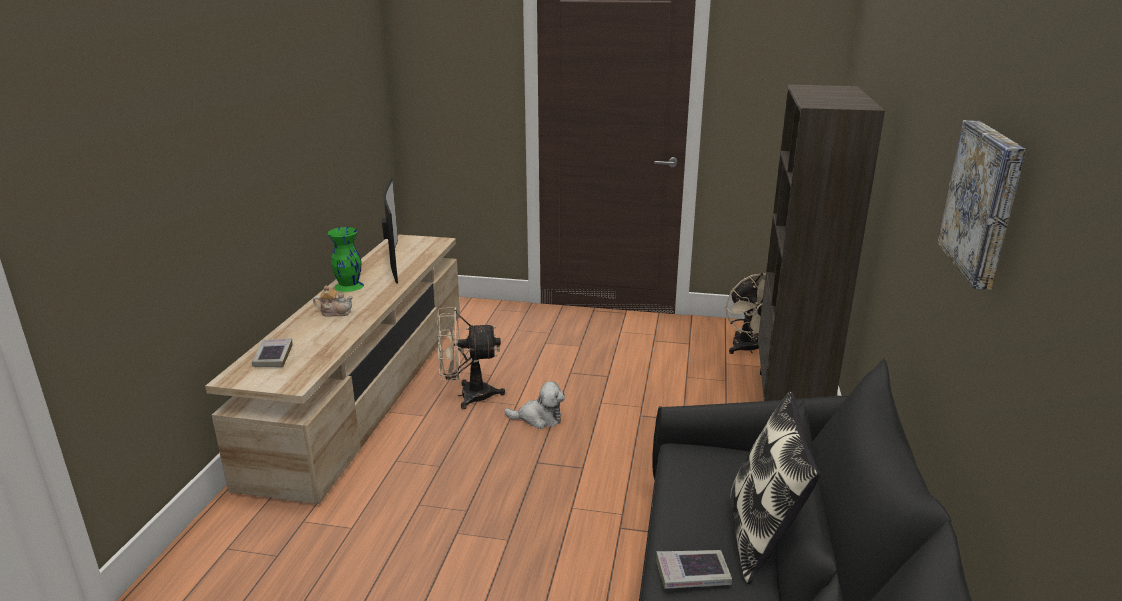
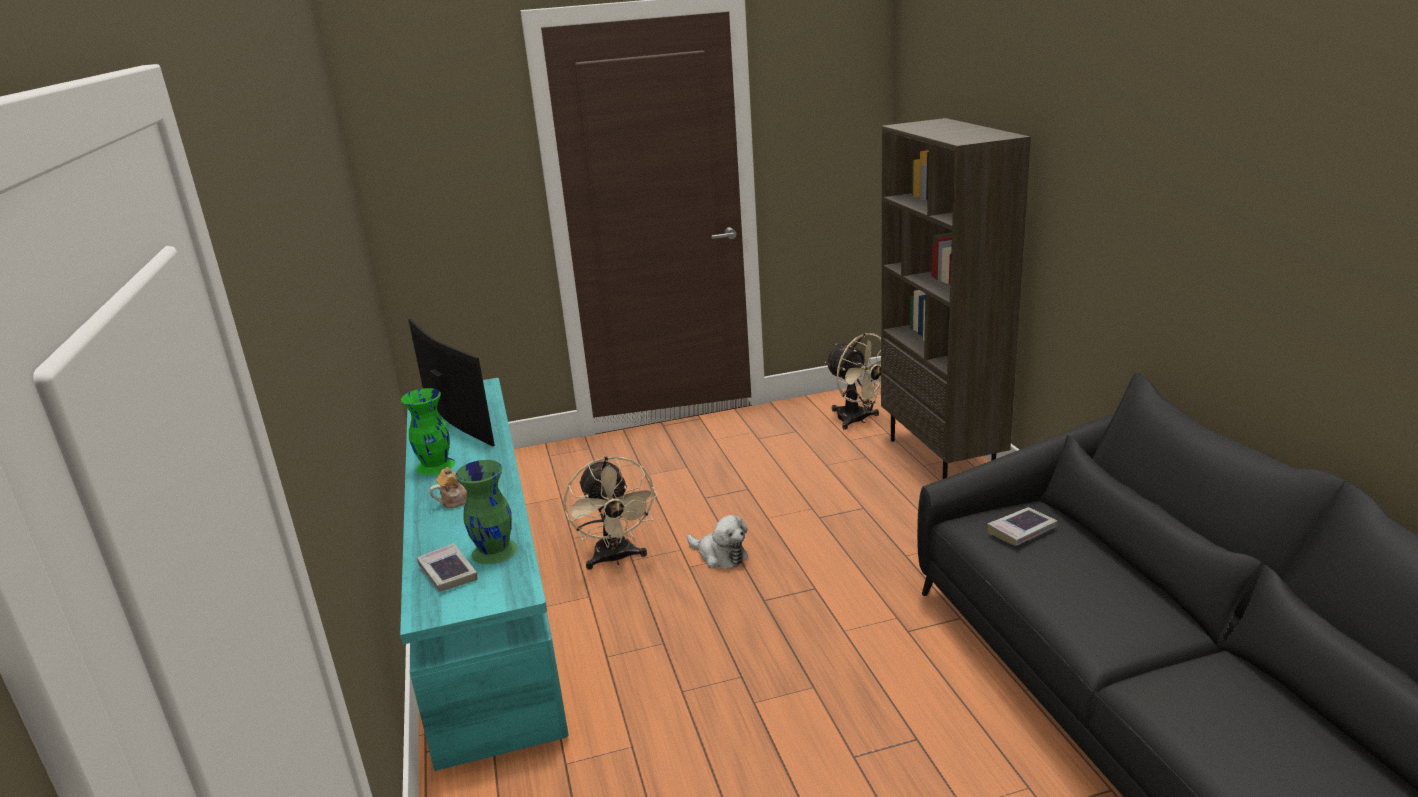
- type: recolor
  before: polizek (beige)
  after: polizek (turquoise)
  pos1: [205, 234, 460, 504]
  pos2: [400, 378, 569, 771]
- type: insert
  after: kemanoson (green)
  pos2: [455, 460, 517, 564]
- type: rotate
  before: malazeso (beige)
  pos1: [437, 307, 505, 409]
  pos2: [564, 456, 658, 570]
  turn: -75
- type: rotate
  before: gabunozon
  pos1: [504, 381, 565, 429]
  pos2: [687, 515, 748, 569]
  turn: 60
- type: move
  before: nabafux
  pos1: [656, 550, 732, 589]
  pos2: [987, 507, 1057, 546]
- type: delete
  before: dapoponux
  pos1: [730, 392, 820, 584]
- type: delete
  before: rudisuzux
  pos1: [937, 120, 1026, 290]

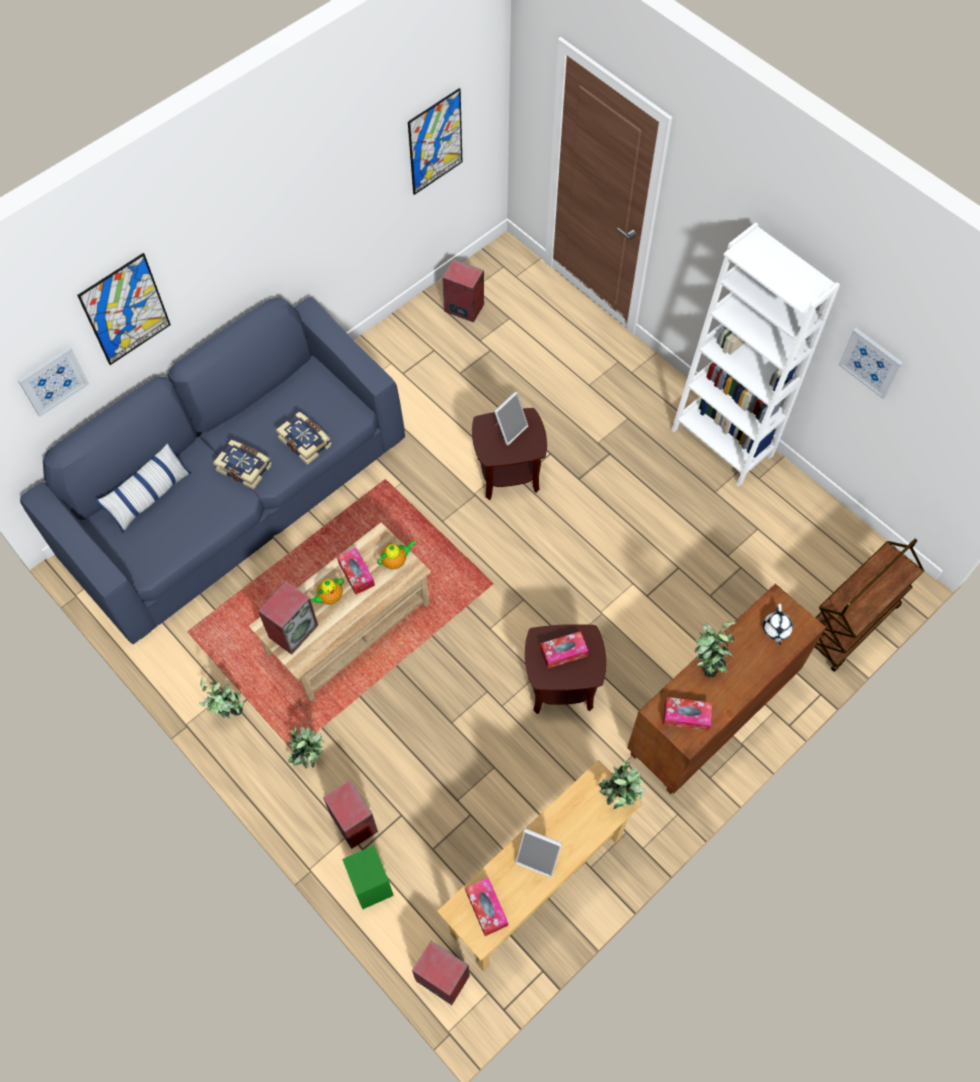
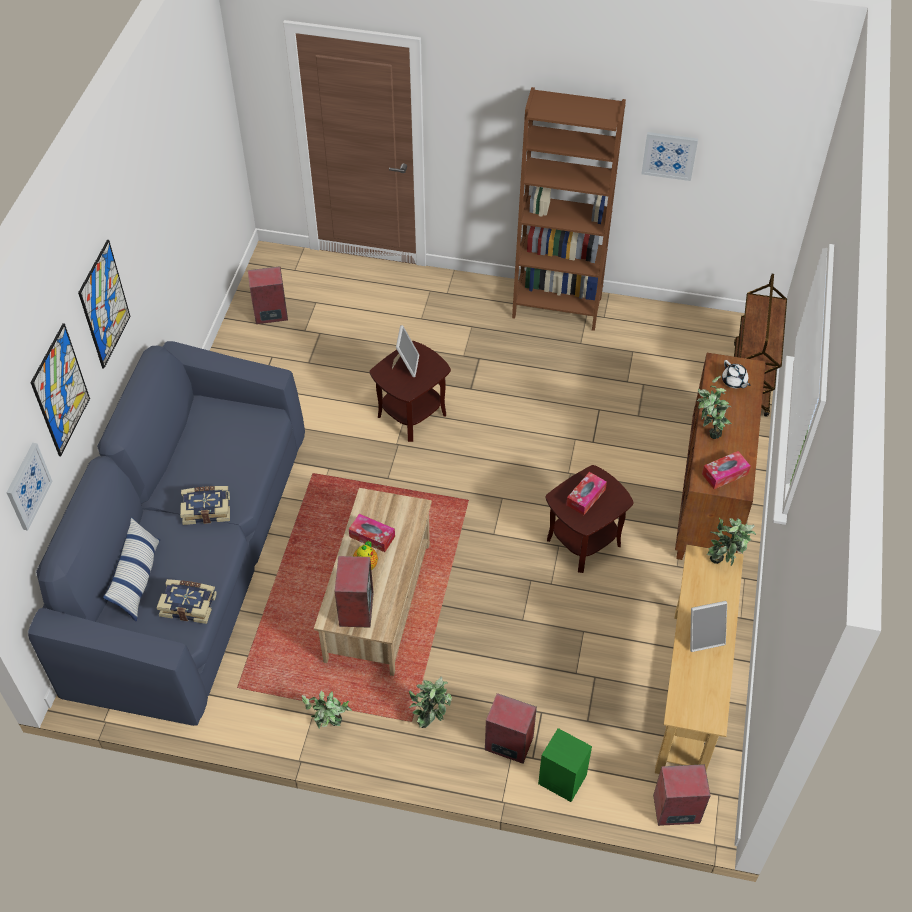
- type: move
  before: rudisuzux
  pos1: [408, 88, 462, 195]
  pos2: [78, 240, 130, 369]
- type: move
  before: nabafux
  pos1: [276, 412, 331, 465]
  pos2: [156, 579, 216, 624]
- type: recolor
  before: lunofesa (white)
  after: lunofesa (brown)
  pos1: [671, 222, 840, 487]
  pos2: [512, 87, 626, 331]
- type: delete
  before: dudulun
  pos1: [377, 540, 416, 569]
- type: delete
  before: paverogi
  pos1: [465, 877, 508, 936]

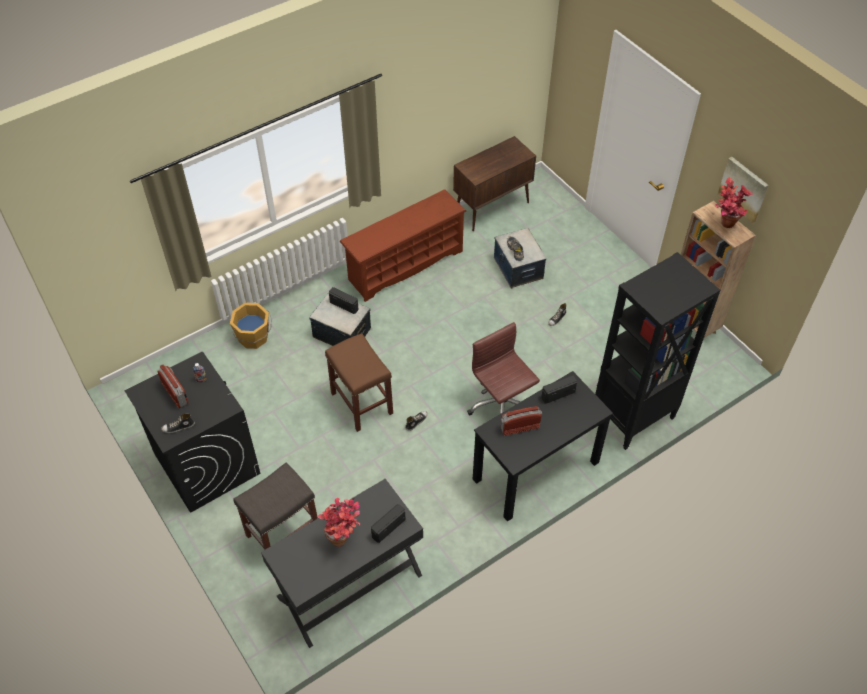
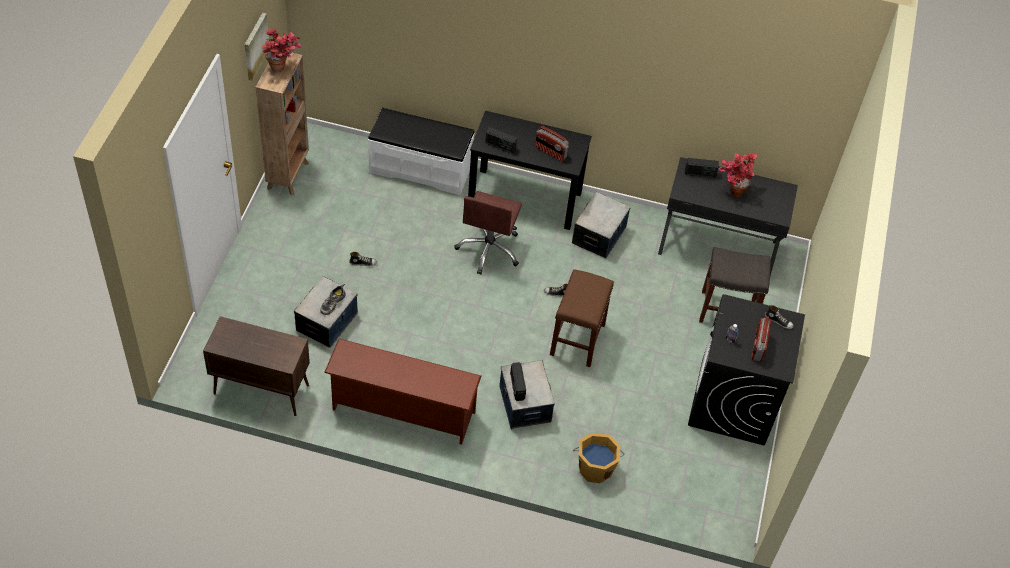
- type: replace
  before: lunofesa (black)
  after: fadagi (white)
  pos1: [595, 252, 720, 450]
  pos2: [368, 108, 475, 195]
- type: insert
  after: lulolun
  pos2: [572, 192, 631, 258]

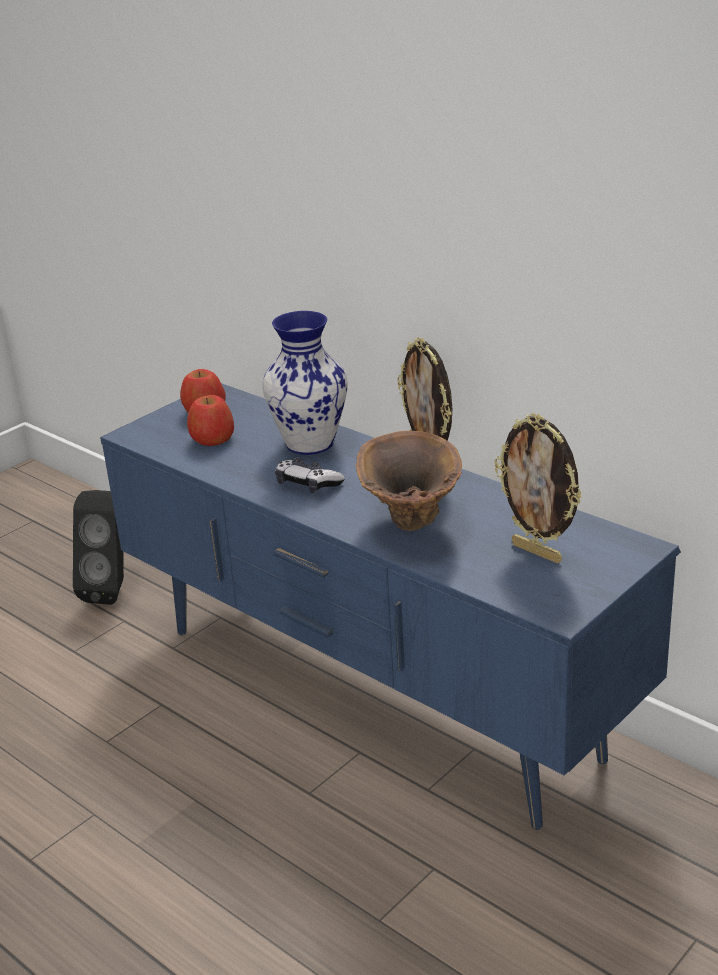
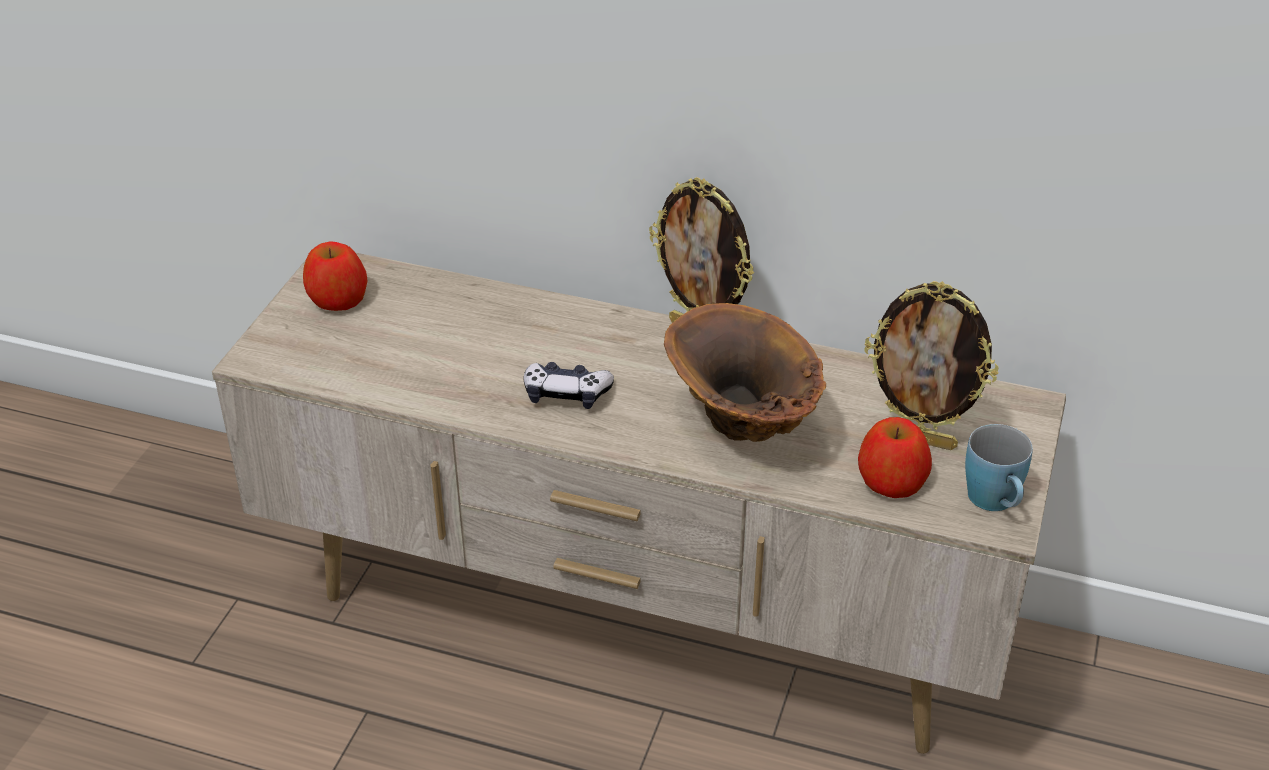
- type: recolor
  before: polizek (blue)
  after: polizek (beige)
  pos1: [100, 383, 681, 830]
  pos2: [212, 253, 1066, 754]
- type: move
  before: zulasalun
  pos1: [187, 395, 234, 446]
  pos2: [858, 417, 932, 498]
- type: insert
  after: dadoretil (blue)
  pos2: [965, 424, 1033, 511]
- type: delete
  before: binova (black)
  pos1: [73, 490, 124, 605]
- type: delete
  before: kemanoson
  pos1: [262, 311, 347, 455]

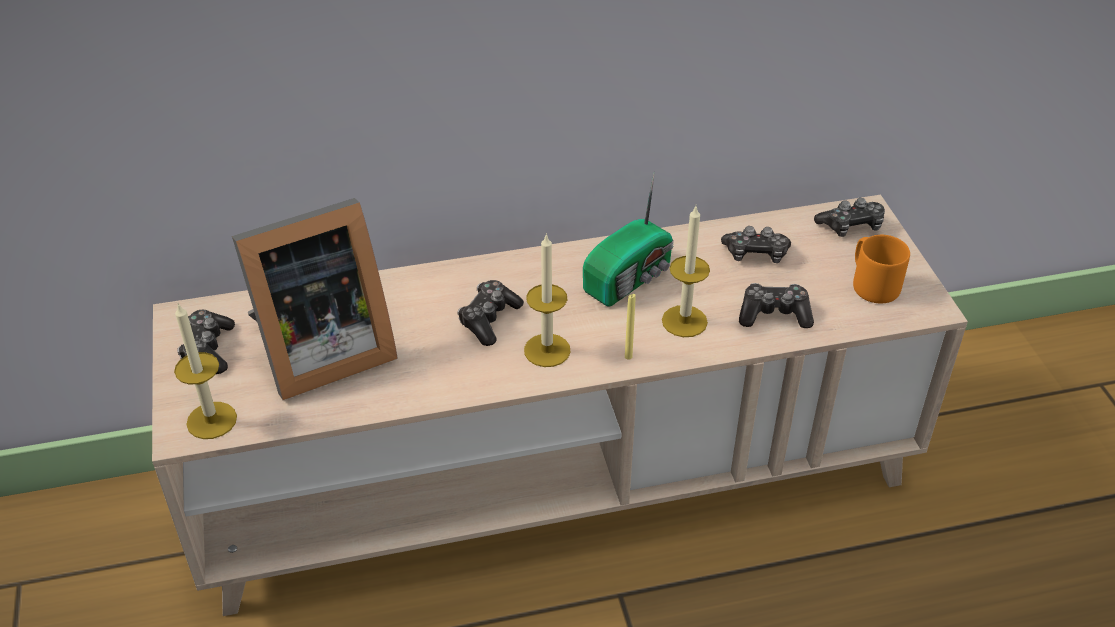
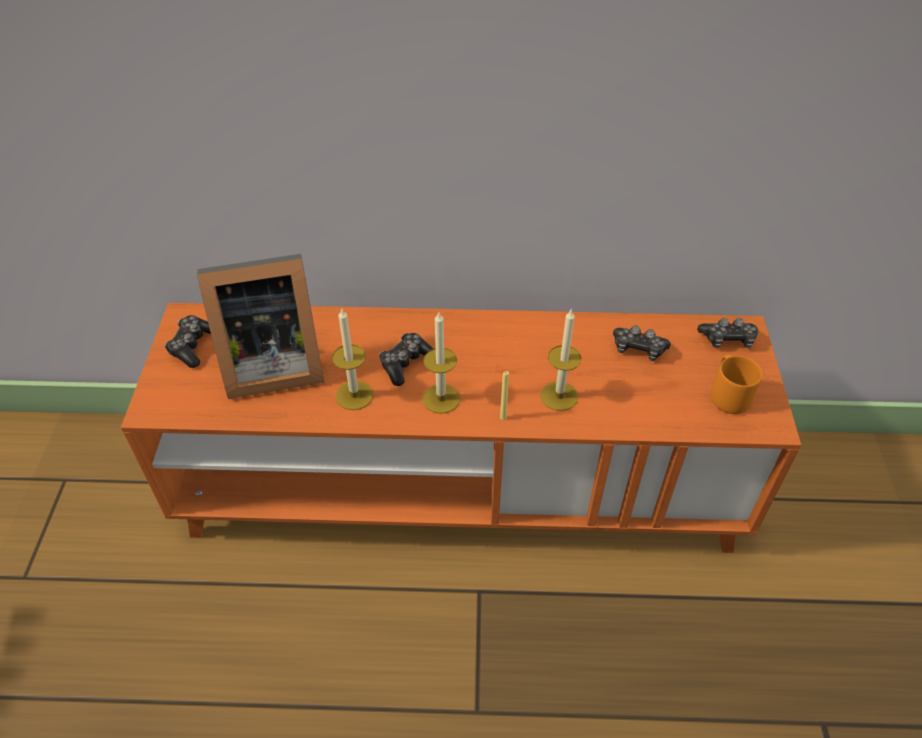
- type: recolor
  before: polizek (beige)
  after: polizek (orange)
  pos1: [152, 195, 968, 616]
  pos2: [121, 303, 801, 553]
- type: move
  before: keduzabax
  pos1: [174, 303, 237, 439]
  pos2: [332, 309, 373, 410]
- type: delete
  before: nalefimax
  pos1: [583, 172, 674, 307]
- type: delete
  before: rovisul
  pos1: [739, 283, 814, 328]

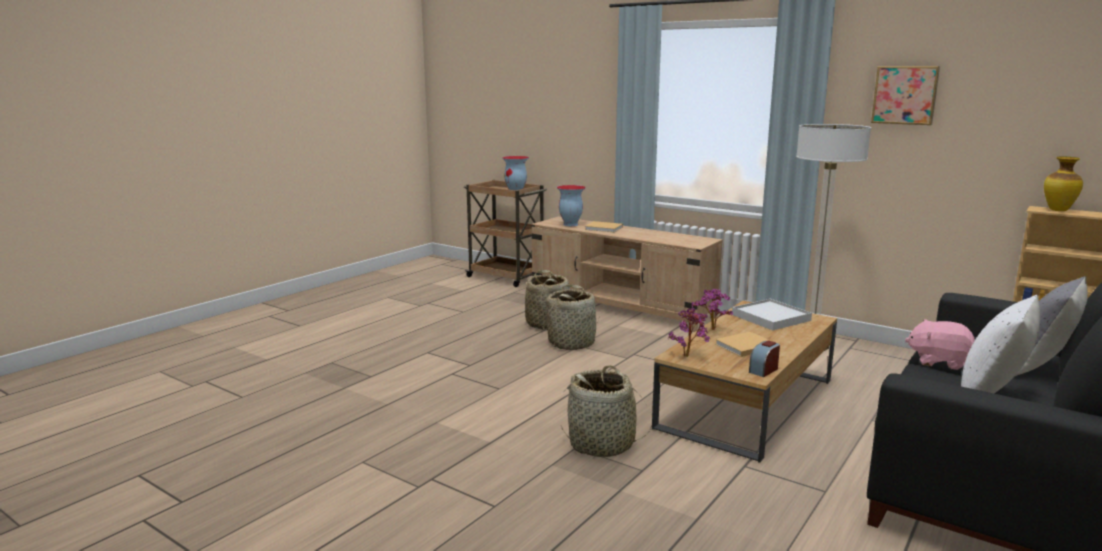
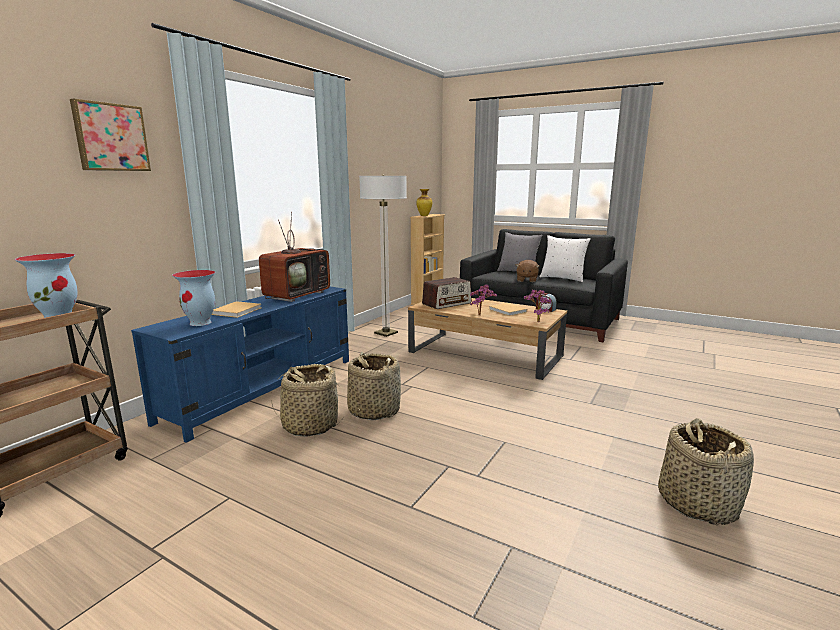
- type: move
  before: rudisuzux
  pos1: [871, 66, 940, 125]
  pos2: [70, 99, 151, 171]
- type: recolor
  before: polizek (beige)
  after: polizek (blue)
  pos1: [531, 217, 723, 332]
  pos2: [131, 287, 349, 443]
- type: insert
  after: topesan
  pos2: [259, 212, 330, 302]
- type: replace
  before: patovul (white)
  after: nalefimax
  pos1: [732, 299, 812, 330]
  pos2: [422, 277, 472, 309]
- type: recolor
  before: gabunozon (pink)
  after: gabunozon (brown)
  pos1: [905, 319, 975, 370]
  pos2: [516, 260, 539, 282]
- type: move
  before: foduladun
  pos1: [561, 365, 652, 457]
  pos2: [658, 418, 754, 525]

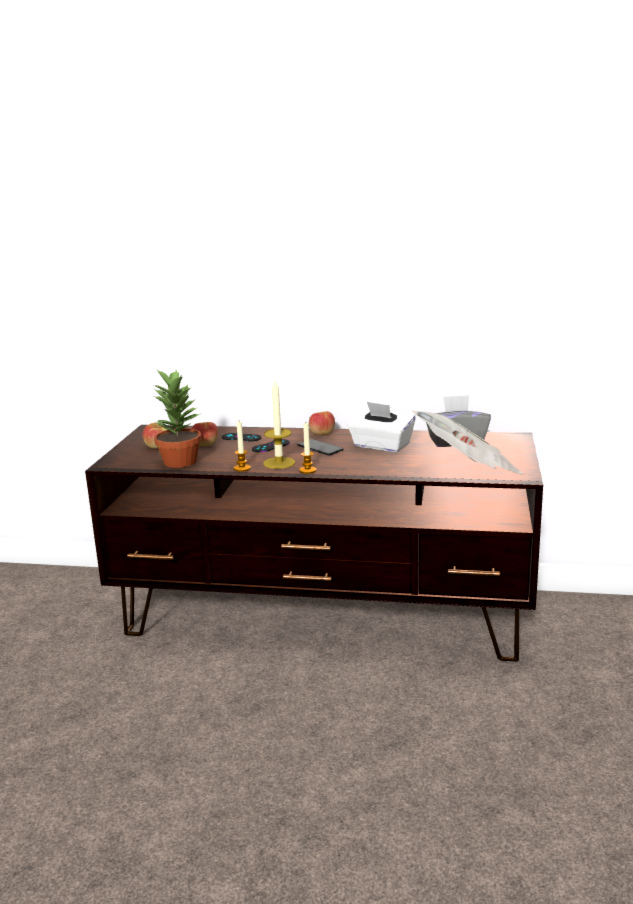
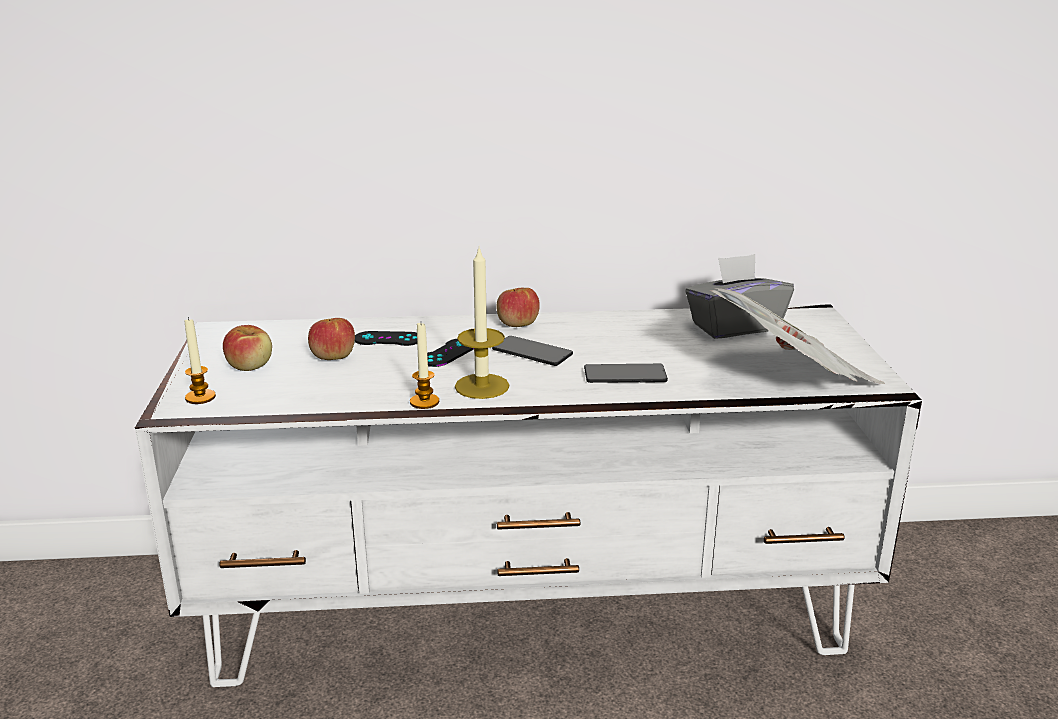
- type: recolor
  before: polizek (brown)
  after: polizek (white)
  pos1: [85, 425, 543, 662]
  pos2: [135, 304, 922, 687]
- type: move
  before: keduzabax
  pos1: [299, 423, 317, 474]
  pos2: [184, 317, 216, 404]
- type: insert
  after: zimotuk
  pos2: [584, 364, 668, 383]
- type: delete
  before: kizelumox
  pos1: [154, 369, 202, 468]
- type: delete
  before: paverogi (white)
  pos1: [348, 402, 416, 452]

